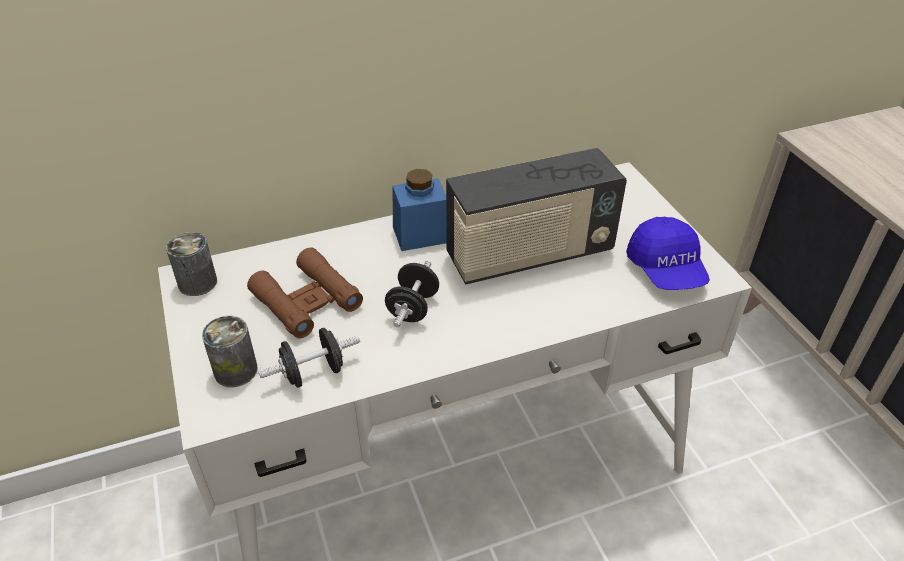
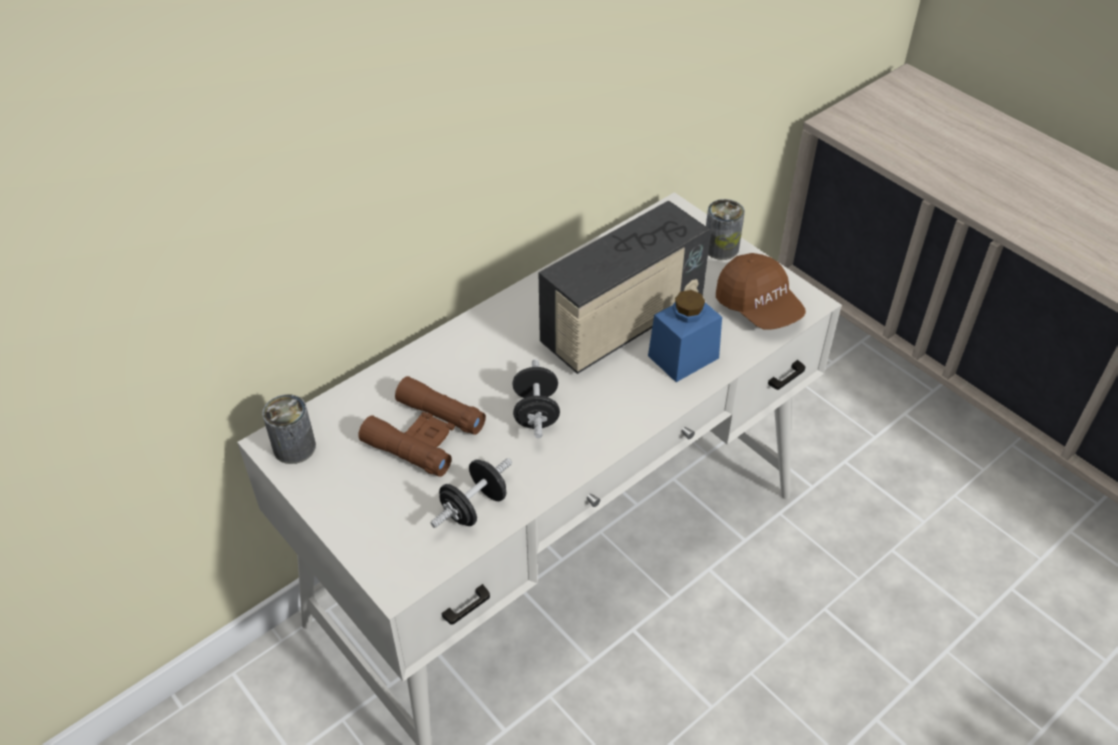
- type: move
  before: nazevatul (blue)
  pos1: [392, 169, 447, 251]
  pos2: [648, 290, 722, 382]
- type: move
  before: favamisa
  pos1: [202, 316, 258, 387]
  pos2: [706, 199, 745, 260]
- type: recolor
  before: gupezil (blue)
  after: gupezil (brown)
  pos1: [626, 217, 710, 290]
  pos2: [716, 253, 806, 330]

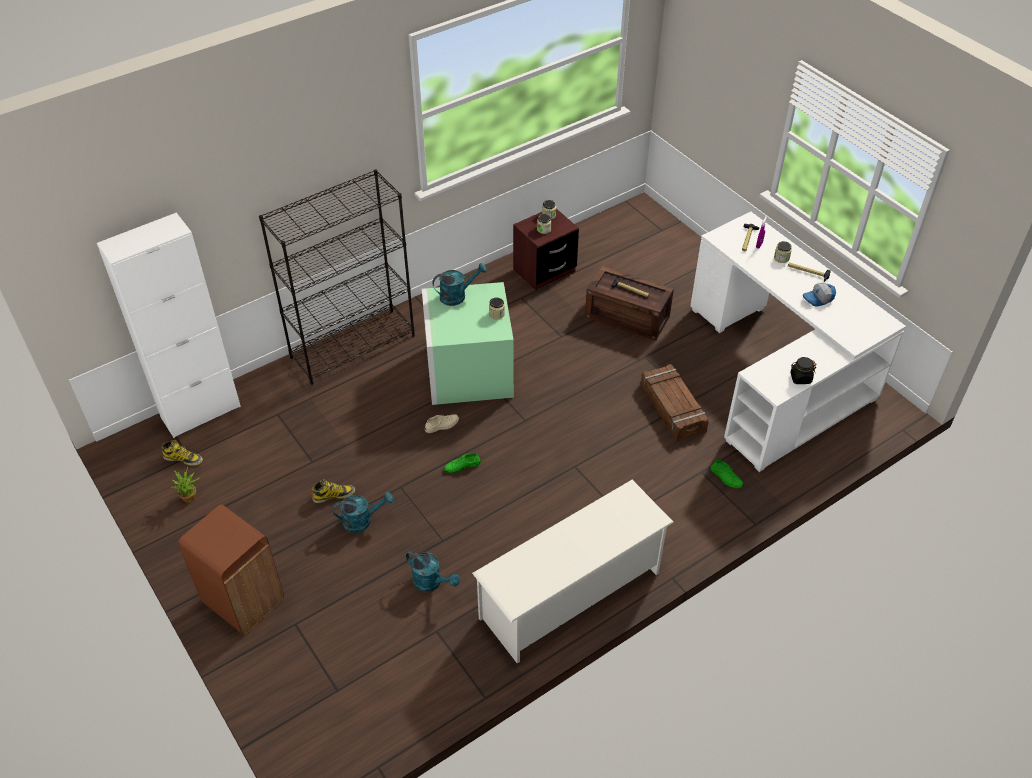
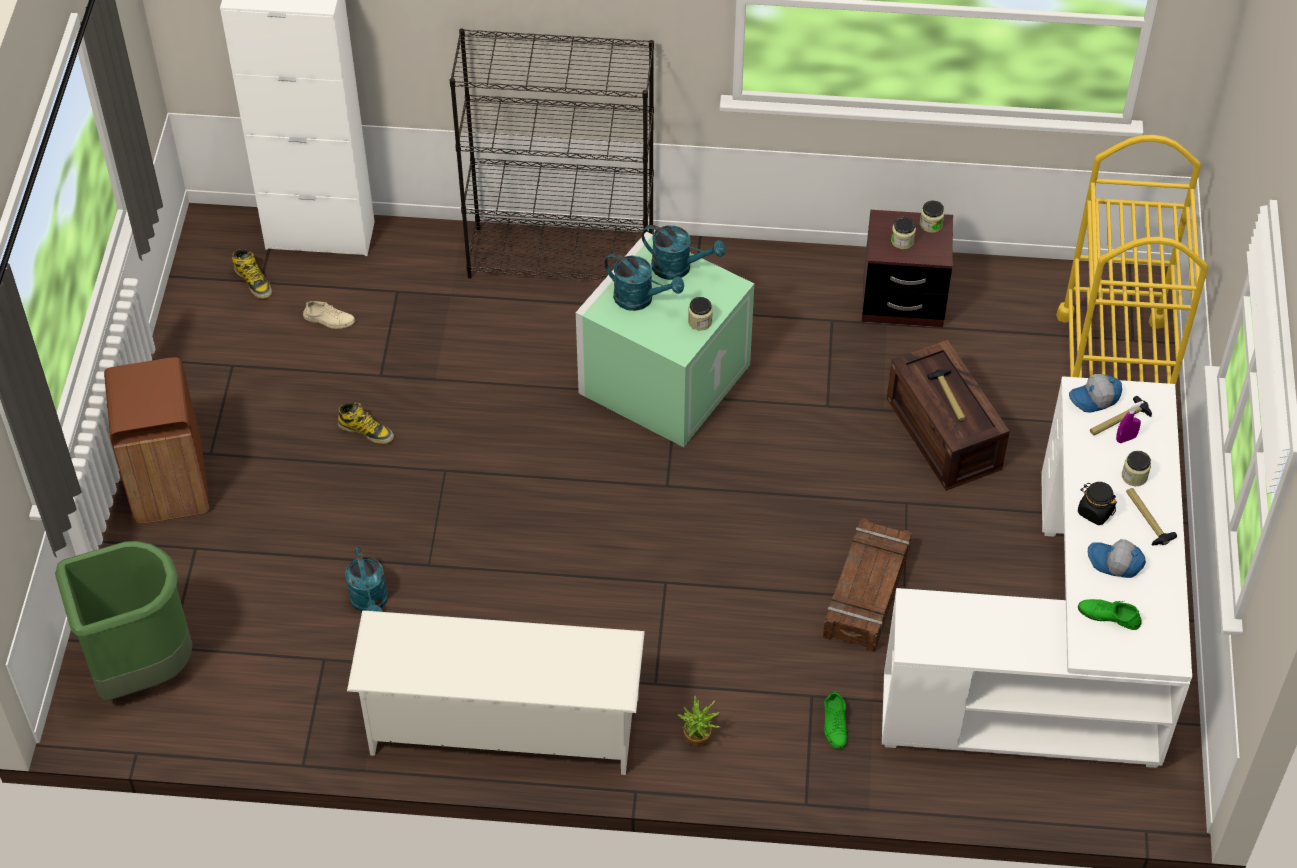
- type: insert
  after: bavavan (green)
  pos2: [55, 541, 193, 701]
- type: move
  before: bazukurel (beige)
  pos1: [425, 414, 459, 433]
  pos2: [303, 301, 355, 329]
- type: move
  before: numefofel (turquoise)
  pos1: [332, 492, 394, 533]
  pos2: [604, 253, 684, 311]
- type: move
  before: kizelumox
  pos1: [171, 466, 199, 503]
  pos2: [677, 696, 720, 747]
- type: insert
  after: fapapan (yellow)
  pos2: [1056, 135, 1208, 386]
- type: insert
  after: gupezil
  pos2: [1069, 374, 1122, 413]
- type: move
  before: nazevatul (black)
  pos1: [790, 357, 816, 384]
  pos2: [1078, 482, 1117, 525]
- type: move
  before: bazukurel (green)
  pos1: [444, 453, 481, 473]
  pos2: [1078, 599, 1141, 630]

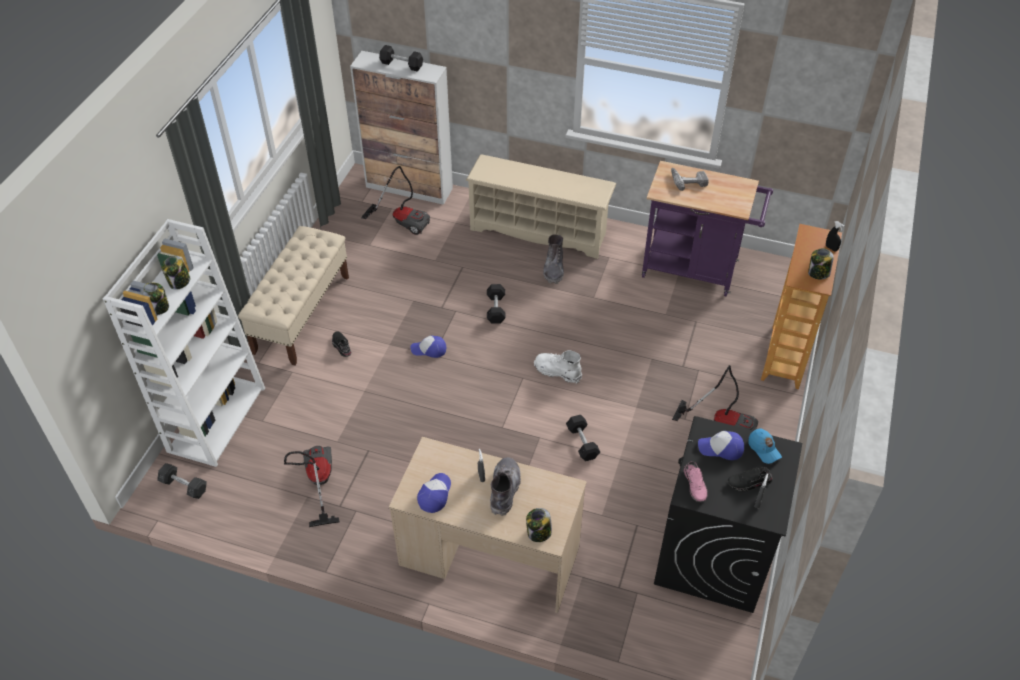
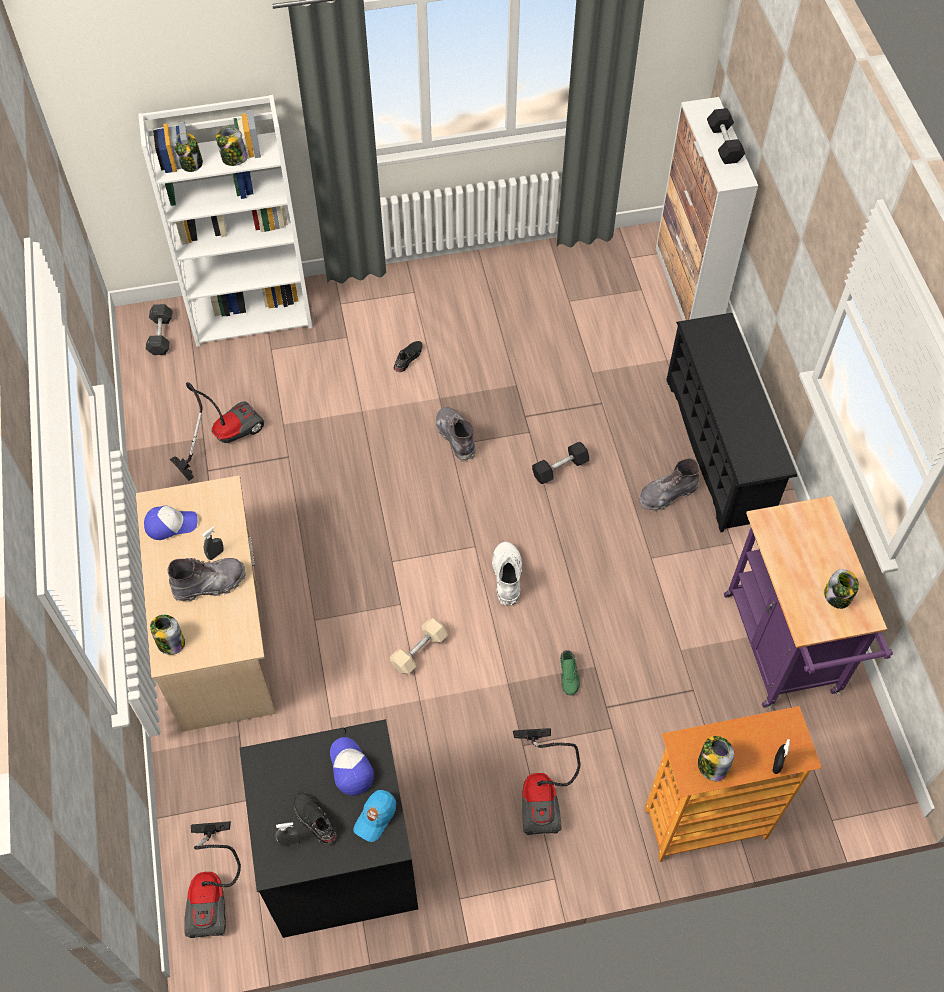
- type: move
  before: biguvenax
  pos1: [361, 166, 430, 235]
  pos2: [184, 821, 241, 938]
- type: recolor
  before: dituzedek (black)
  after: dituzedek (beige)
  pos1: [566, 415, 600, 461]
  pos2: [390, 618, 448, 674]
- type: replace
  before: gupezil
  after: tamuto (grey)
  pos1: [411, 336, 446, 358]
  pos2: [436, 407, 476, 461]
- type: insert
  after: bazukurel (green)
  pos2: [560, 650, 580, 695]
- type: recolor
  before: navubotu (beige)
  after: navubotu (black)
  pos1: [466, 154, 616, 259]
  pos2: [666, 313, 797, 533]
- type: insert
  after: nazevatul
  pos2: [824, 569, 859, 609]
- type: delete
  before: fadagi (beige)
  pos1: [238, 226, 349, 365]
- type: delete
  before: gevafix
  pos1: [671, 168, 709, 191]
- type: delete
  before: bazukurel (pink)
  pos1: [684, 461, 708, 502]

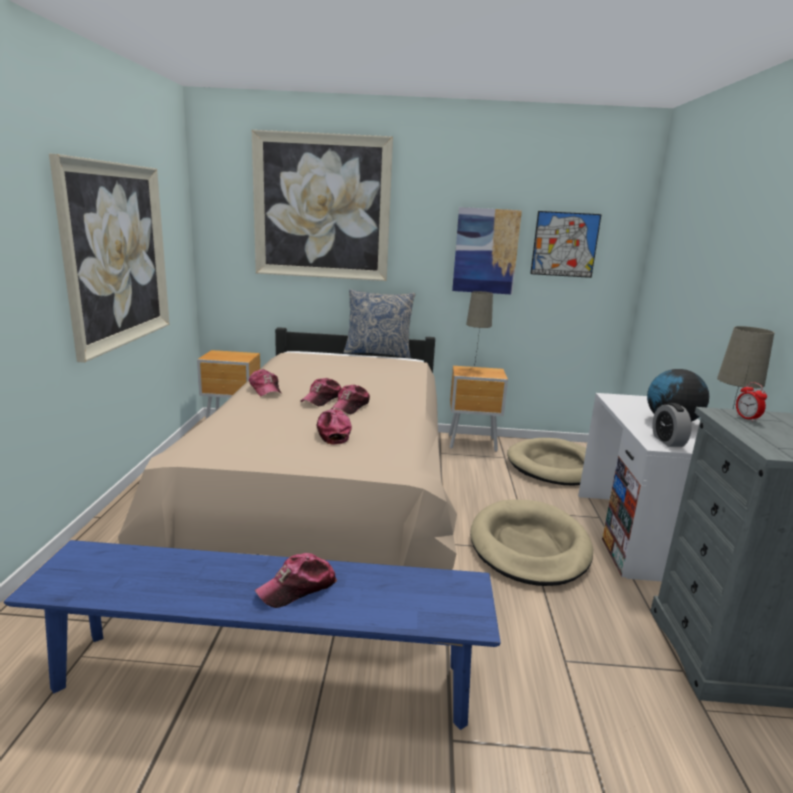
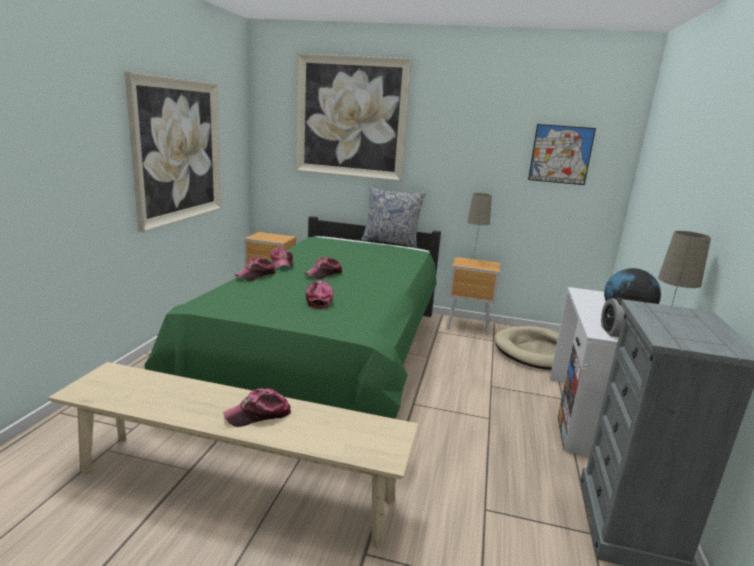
- type: recolor
  before: fadagi (blue)
  after: fadagi (beige)
  pos1: [4, 540, 501, 730]
  pos2: [48, 362, 418, 547]
- type: recolor
  before: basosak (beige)
  after: basosak (green)
  pos1: [118, 327, 457, 570]
  pos2: [145, 216, 441, 419]
- type: move
  before: gupezil
  pos1: [331, 385, 370, 414]
  pos2: [235, 257, 276, 281]
- type: delete
  before: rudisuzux
  pos1: [452, 207, 522, 295]
- type: delete
  before: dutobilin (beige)
  pos1: [470, 499, 593, 586]
- type: delete
  before: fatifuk
  pos1: [736, 382, 767, 422]

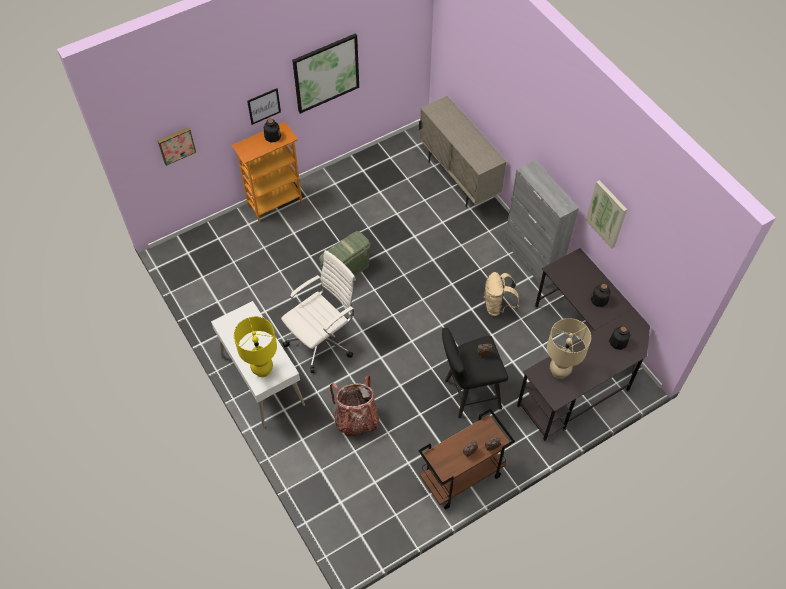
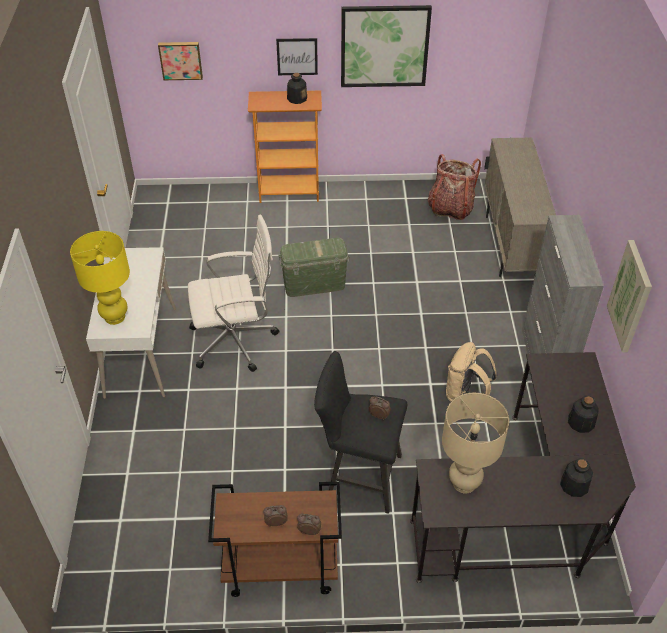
- type: move
  before: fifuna
  pos1: [330, 375, 379, 436]
  pos2: [428, 154, 481, 220]

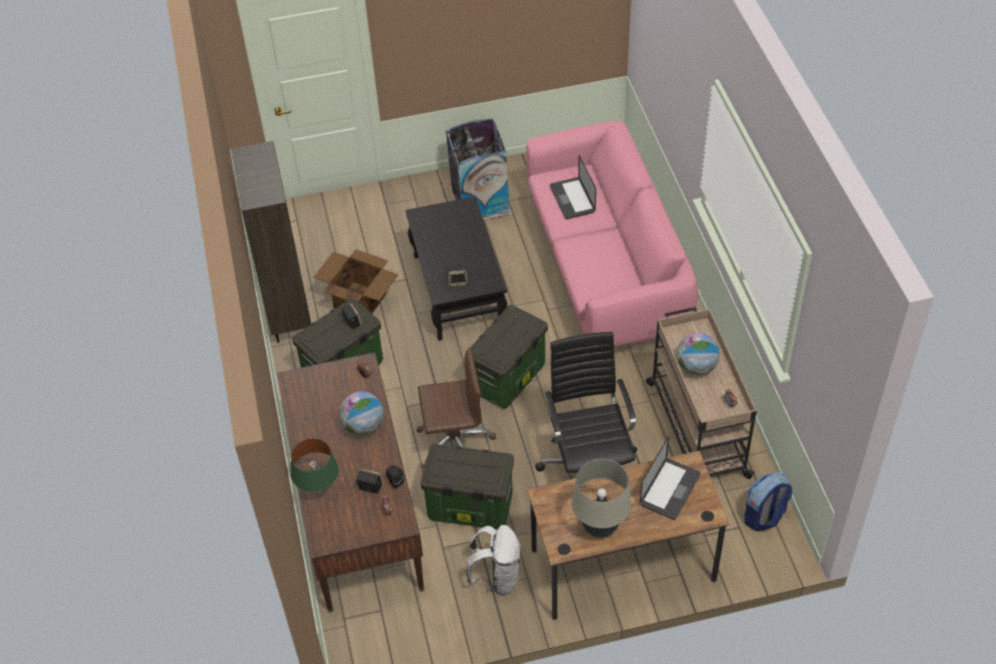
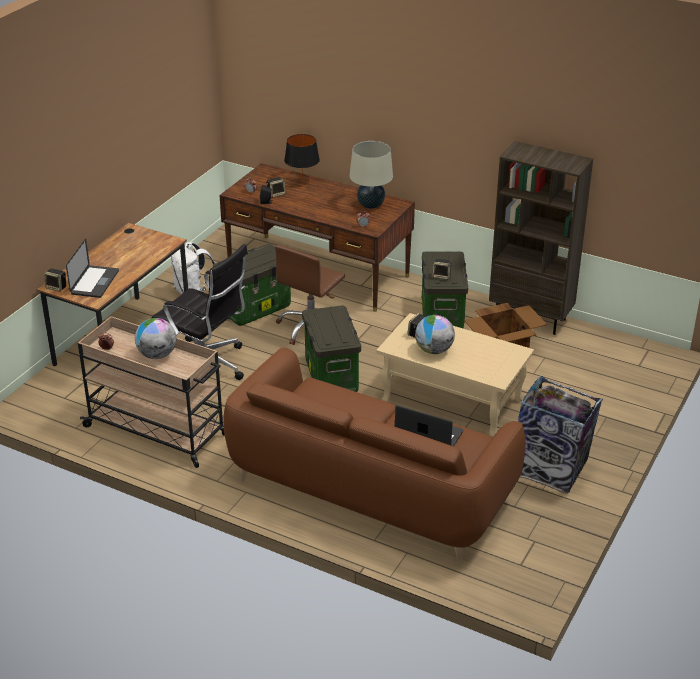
- type: insert
  after: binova
  pos2: [44, 268, 66, 292]
- type: rotate
  before: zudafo
  pos1: [640, 436, 701, 520]
  pos2: [66, 239, 119, 298]
  turn: -150
- type: recolor
  before: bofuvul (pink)
  after: bofuvul (brown)
  pos1: [526, 121, 698, 347]
  pos2: [223, 347, 526, 563]
- type: recolor
  before: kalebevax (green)
  after: kalebevax (black)
  pos1: [291, 438, 339, 492]
  pos2: [284, 134, 320, 181]
- type: move
  before: kalebevax (beige)
  pos1: [572, 459, 631, 538]
  pos2: [349, 141, 393, 209]
- type: recolor
  before: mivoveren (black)
  after: mivoveren (beige)
  pos1: [405, 196, 507, 341]
  pos2: [376, 313, 534, 437]
- type: move
  before: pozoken
  pos1: [339, 391, 384, 436]
  pos2: [415, 315, 455, 354]
- type: delete
  before: fifuna
  pos1: [744, 472, 792, 531]

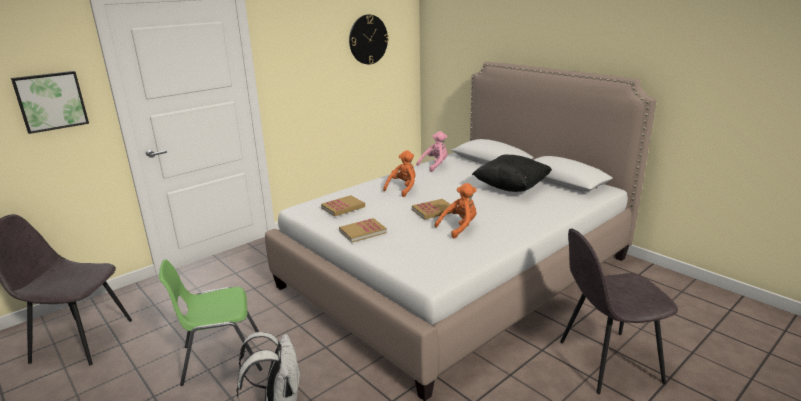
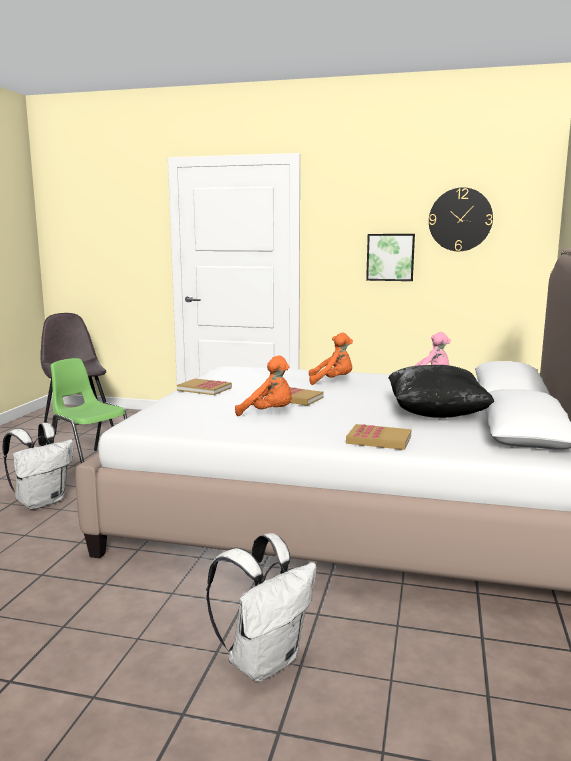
- type: replace
  before: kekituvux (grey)
  after: fifuna (white)
  pos1: [560, 228, 678, 394]
  pos2: [206, 533, 316, 681]
- type: move
  before: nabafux
  pos1: [321, 195, 365, 216]
  pos2: [346, 424, 411, 450]
- type: move
  before: rudisuzux
  pos1: [11, 71, 89, 134]
  pos2: [366, 234, 415, 281]

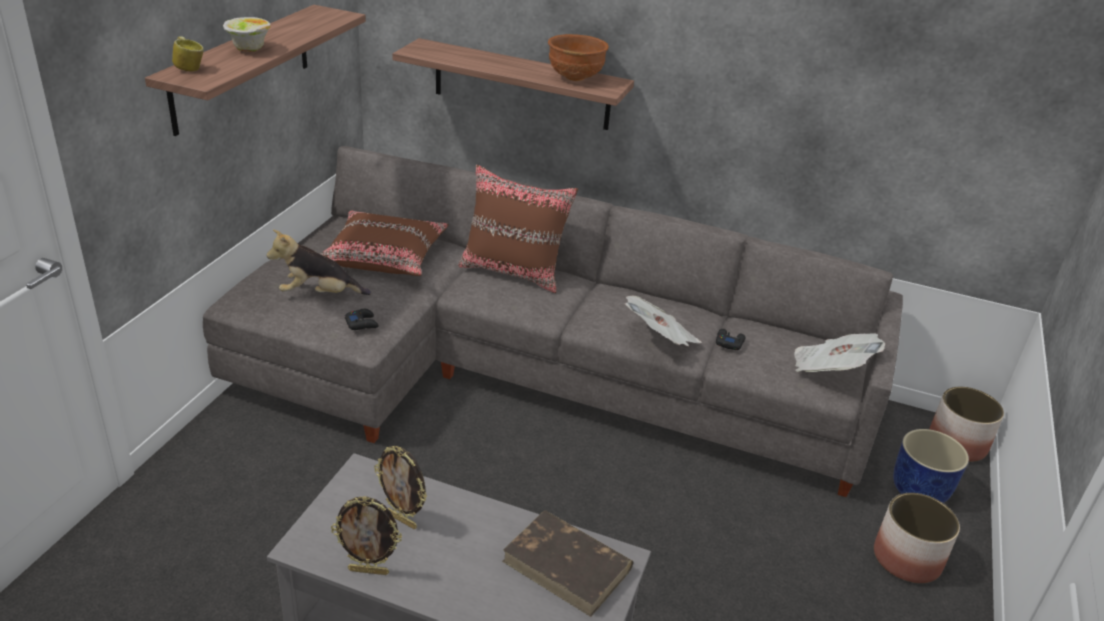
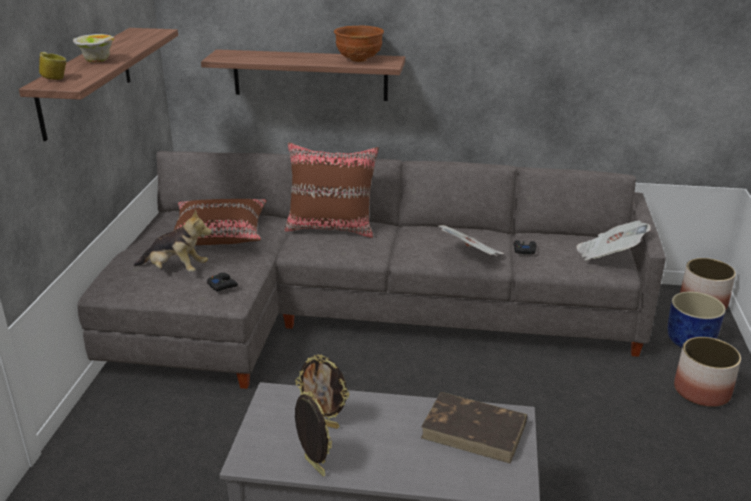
- type: rotate
  before: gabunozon
  pos1: [267, 229, 371, 295]
  pos2: [134, 209, 212, 272]
  turn: -150
- type: rotate
  before: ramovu
  pos1: [331, 496, 402, 575]
  pos2: [295, 391, 332, 476]
  turn: -120

